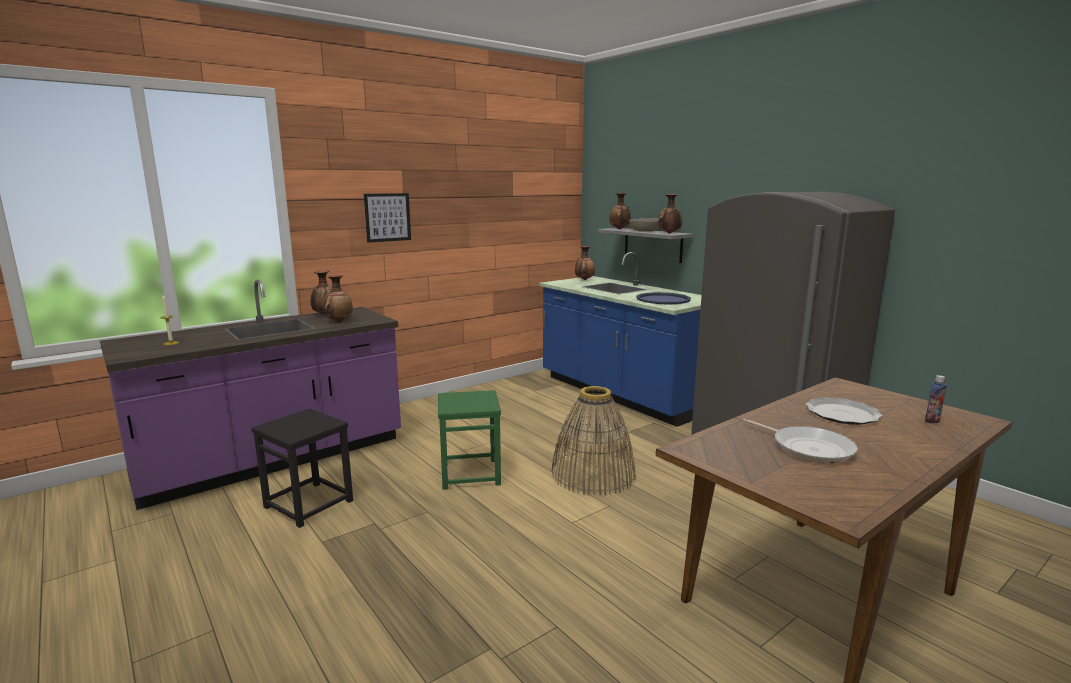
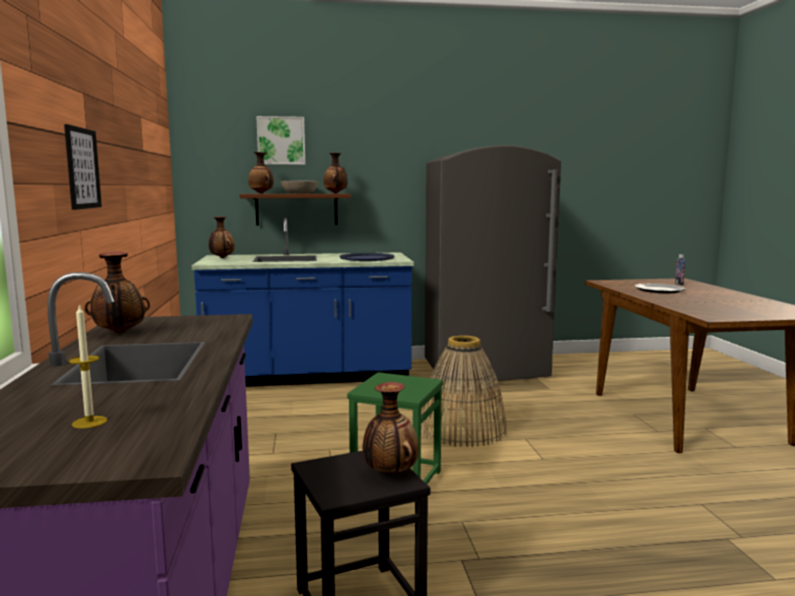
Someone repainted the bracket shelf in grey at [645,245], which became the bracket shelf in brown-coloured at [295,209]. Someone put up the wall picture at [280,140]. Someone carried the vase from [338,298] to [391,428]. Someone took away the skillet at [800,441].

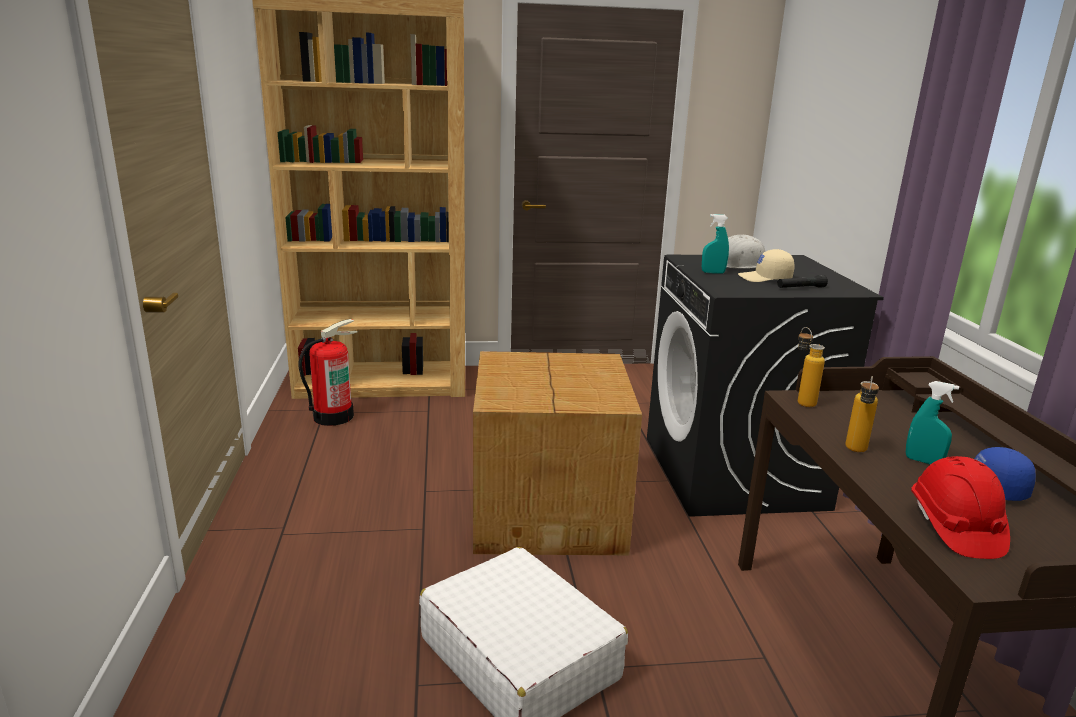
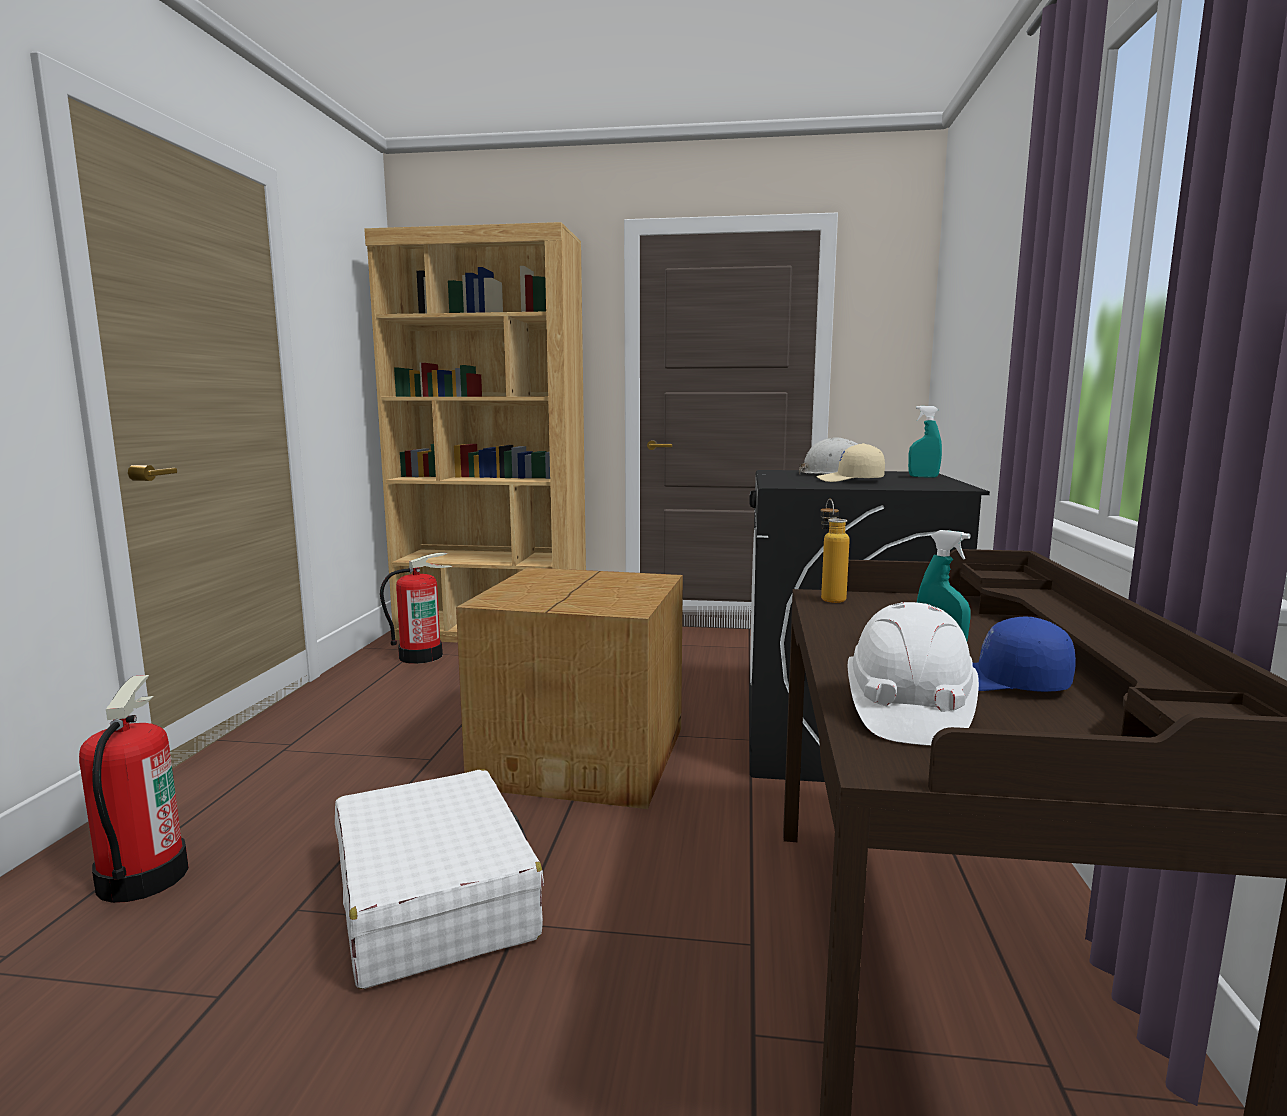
Someone put down the fire-fighting cylinder at [134,789]. Someone repainted the hard hat in red at [960,507], which became the hard hat in white at [913,674]. Someone carried the sprayer in turquoise from [715,244] to [925,442]. Someone took away the flashlight in blackish at [802,281]. Someone took away the bottle at [862,414].

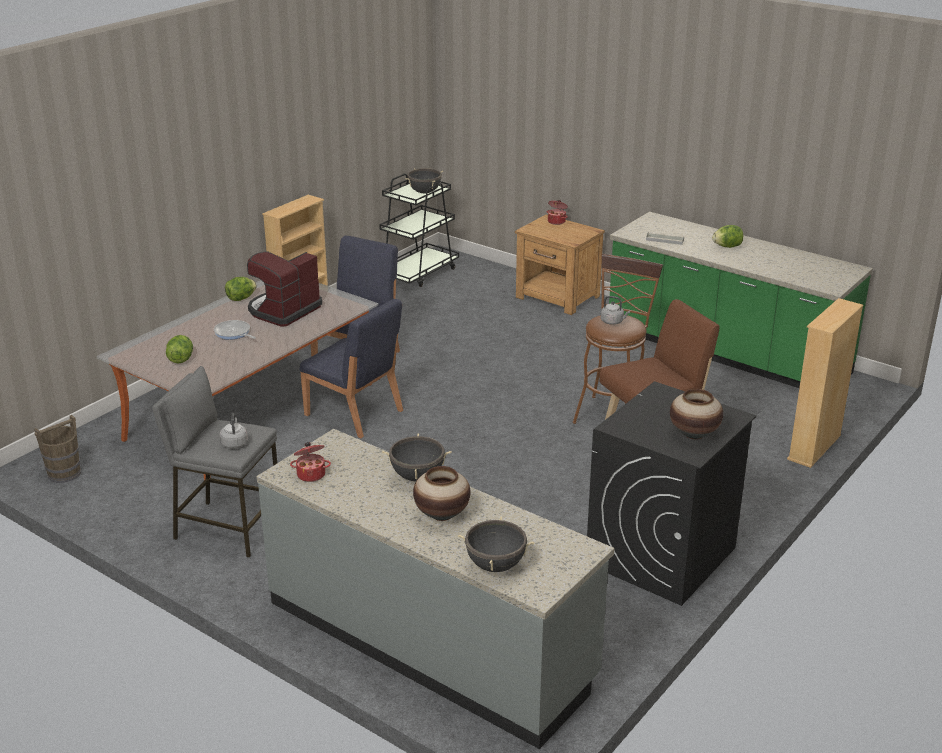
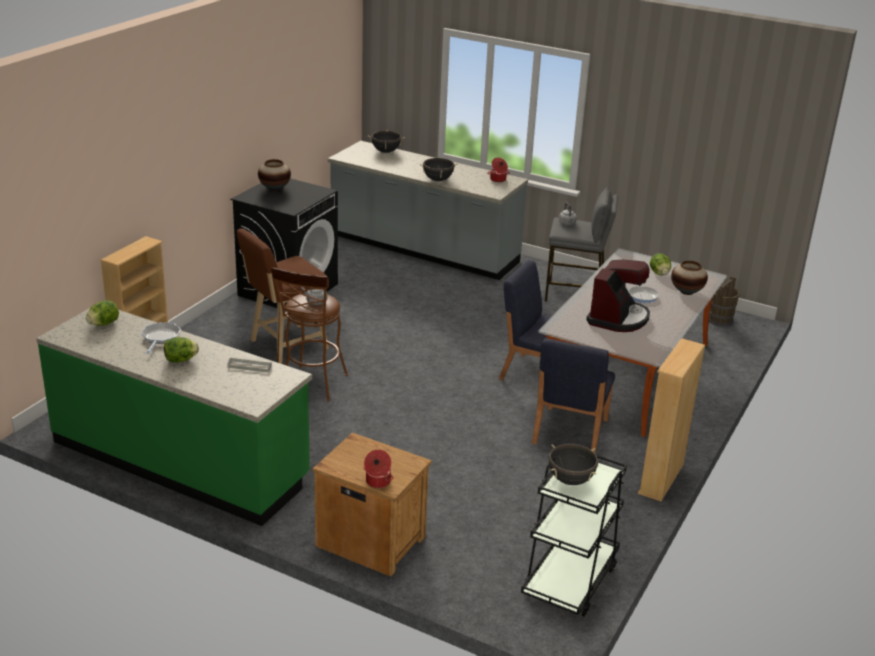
Someone carried the lettuce head from [241,289] to [102,313]. Someone put down the skillet at [161,338]. Someone carried the vase from [442,493] to [689,278].

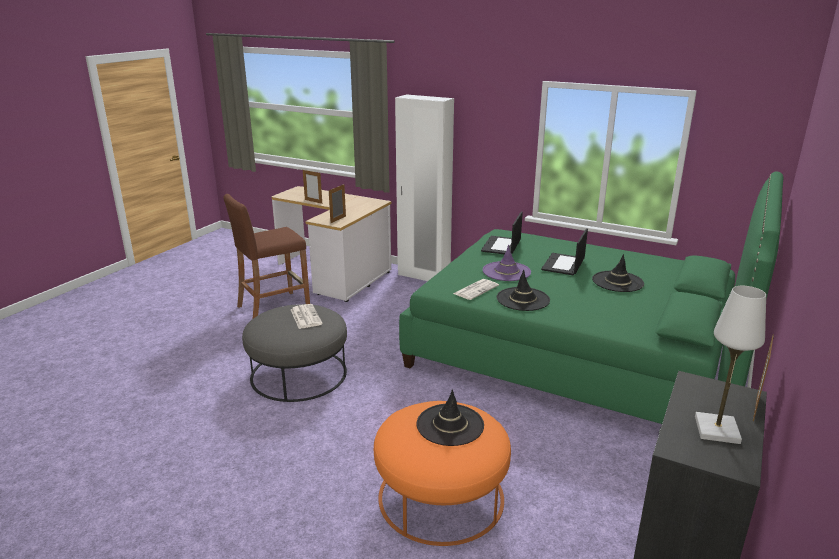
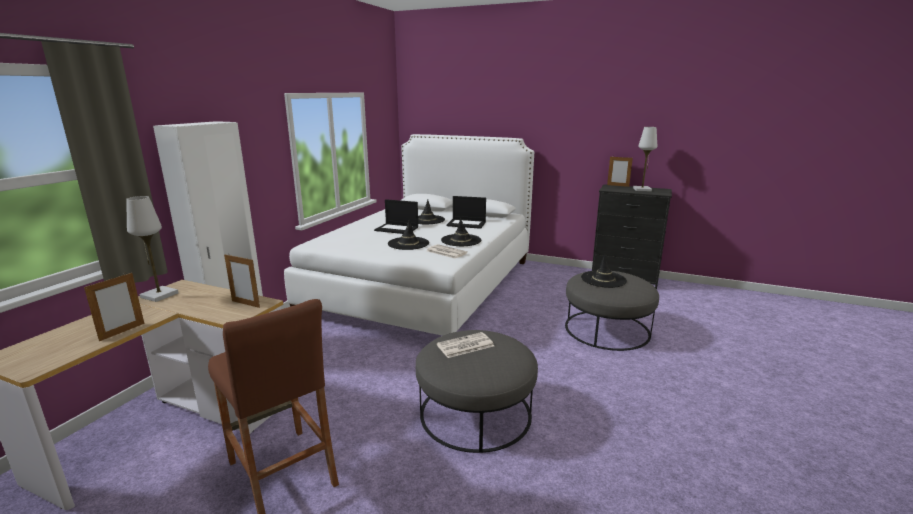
Someone put down the lamp for a table in white at [152,249]. Someone repainted the bedroom bed in green-coloured at [591,298], which became the bedroom bed in white at [409,235]. Someone repainted the clothing hat in purplish at [507,263], which became the clothing hat in blackish at [408,235]. Someone carried the portable computer from [502,233] to [466,212]. Someone repainted the ottoman in orange at [442,473], which became the ottoman in grey at [612,311].

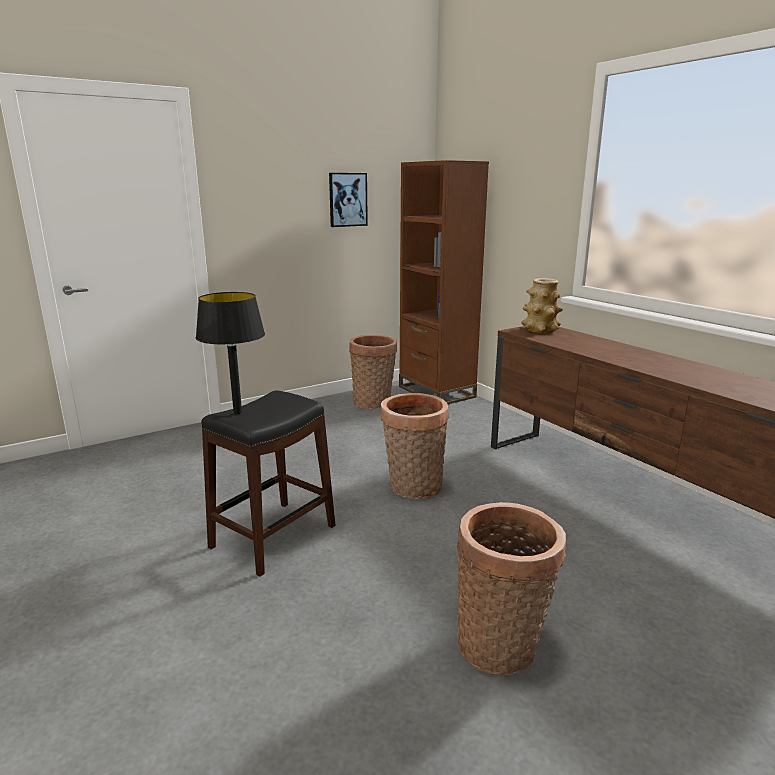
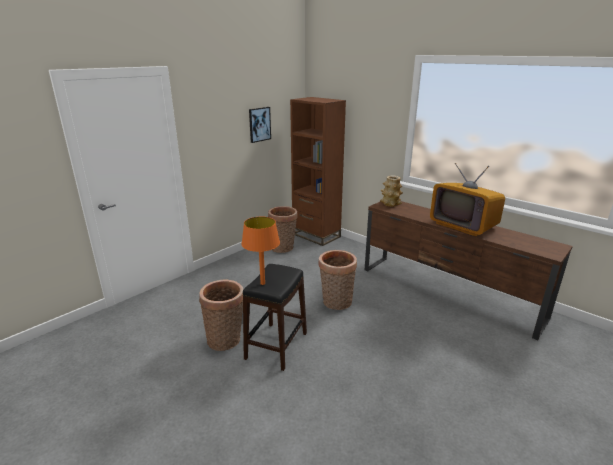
Someone carried the basket from [511,589] to [221,315]. Someone repainted the lamp for a table in blackish at [230,353], which became the lamp for a table in orange at [260,251]. Someone put down the television at [467,199].

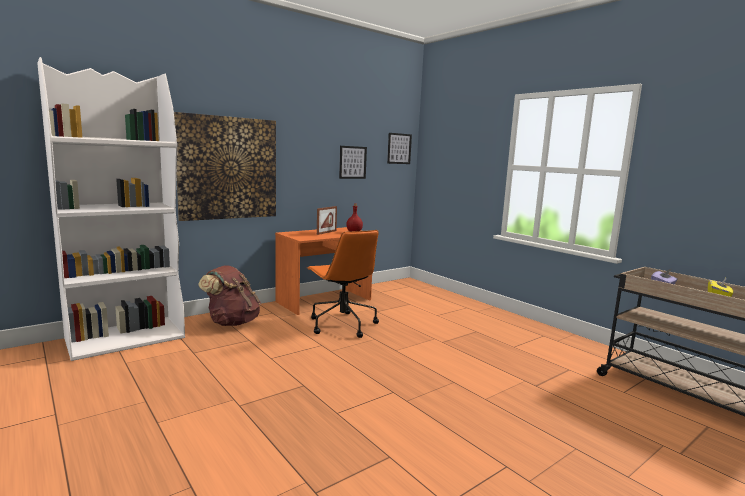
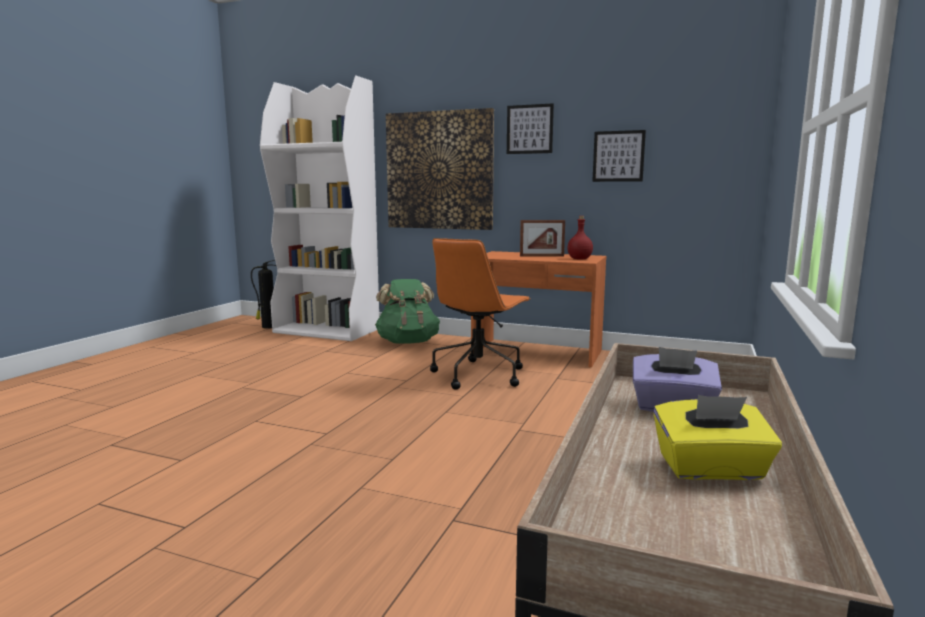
Someone put down the fire-fighting cylinder at [264,294]. Someone repainted the knapsack in brown-coloured at [229,295], which became the knapsack in green-coloured at [407,311]. Someone carried the wall picture from [399,148] to [530,128].

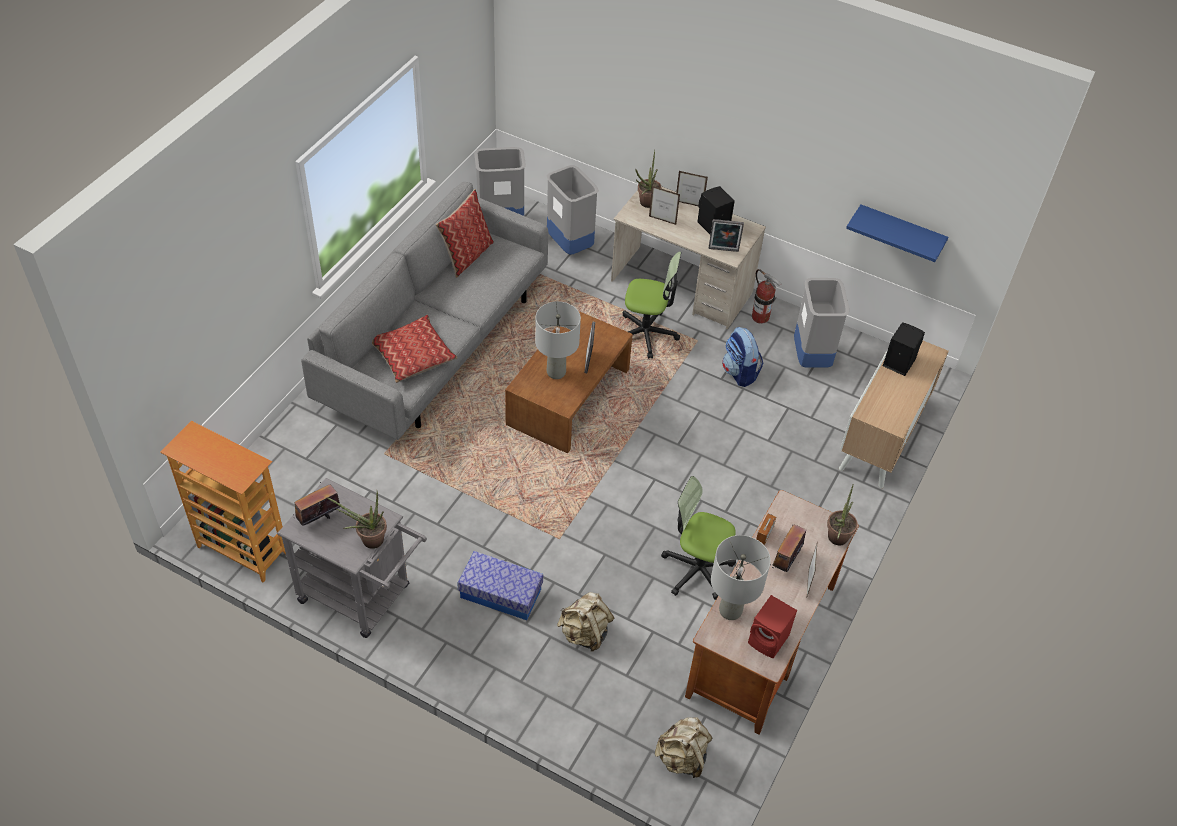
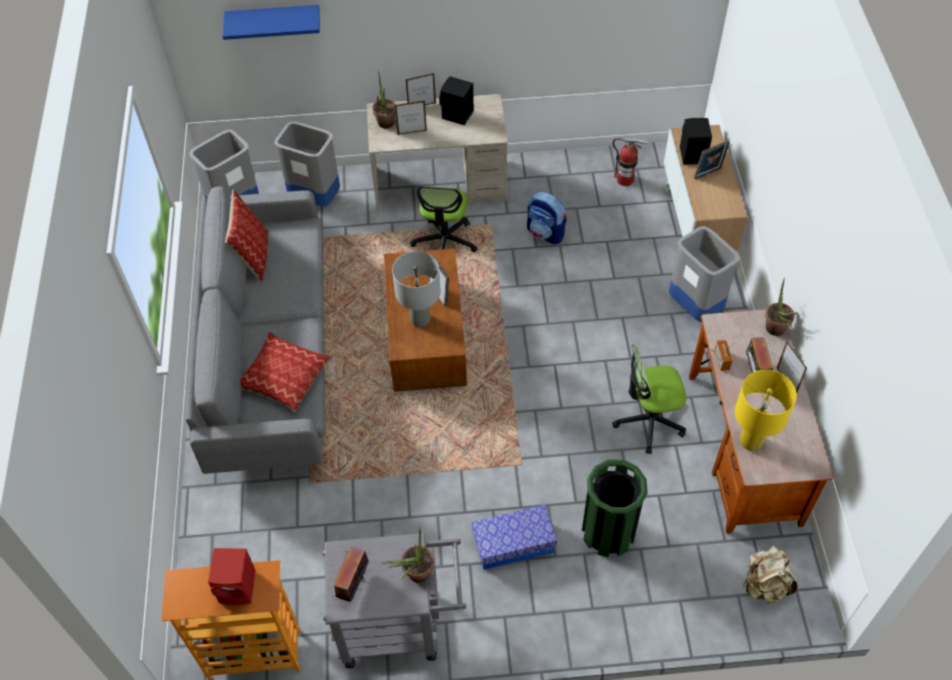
Someone carried the audio speaker in red from [772,627] to [232,576]. Someone carried the bracket shelf in blue-coloured from [897,233] to [271,22]. Someone rotated the computer chair at [652,305] by 120 degrees clockwise. Someone swapped the knapsack in beige-coloured at [585,622] for the waste bin in green-coloured at [615,508]. Someone carried the fire-fighting cylinder from [767,296] to [630,162]. Someone carried the waste bin in grey from [821,322] to [704,274]. Someone carried the picture frame from [726,235] to [712,160]. Someone repainted the lamp for a table in grey at [741,577], which became the lamp for a table in yellow at [766,410].

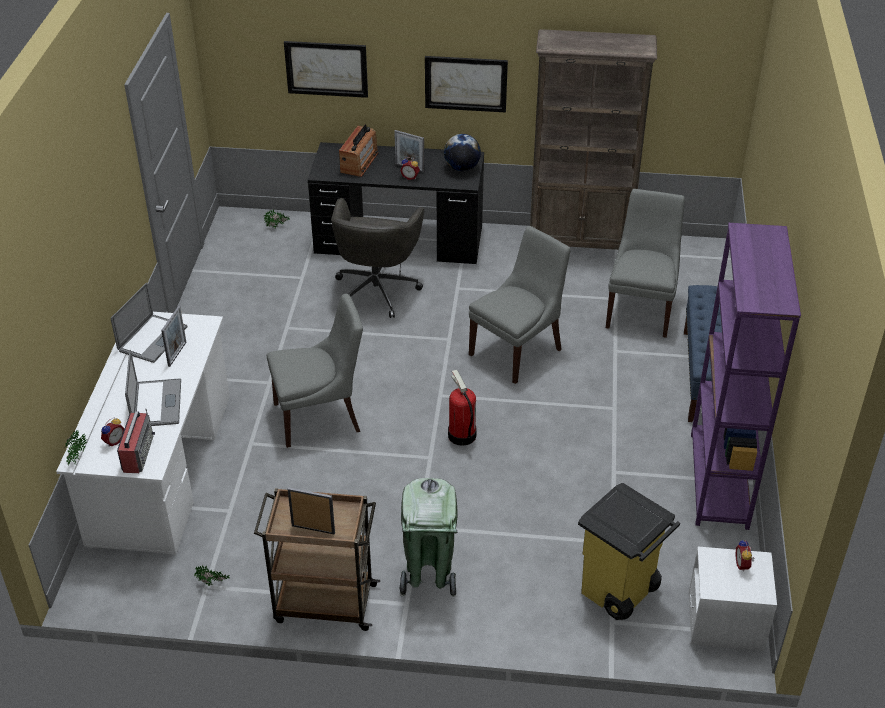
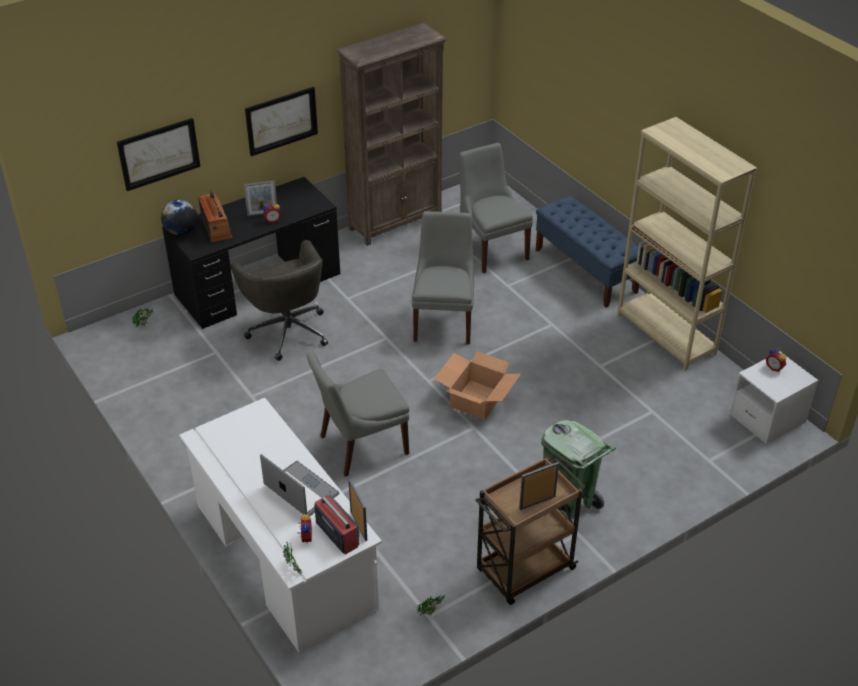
Someone carried the globe from [462,152] to [179,218]. Someone rotated the upright chair in grey at [315,371] by 150 degrees counterclockwise. Someone carried the picture frame from [173,336] to [357,509]. Someone swapped the fire-fighting cylinder at [462,408] for the cardboard box at [477,385]. Someone repainted the bookcase in purplish at [746,376], which became the bookcase in beige-coloured at [687,244]. Someone took away the portable computer at [149,323]. Someone took away the waste bin in yellow at [629,551].

